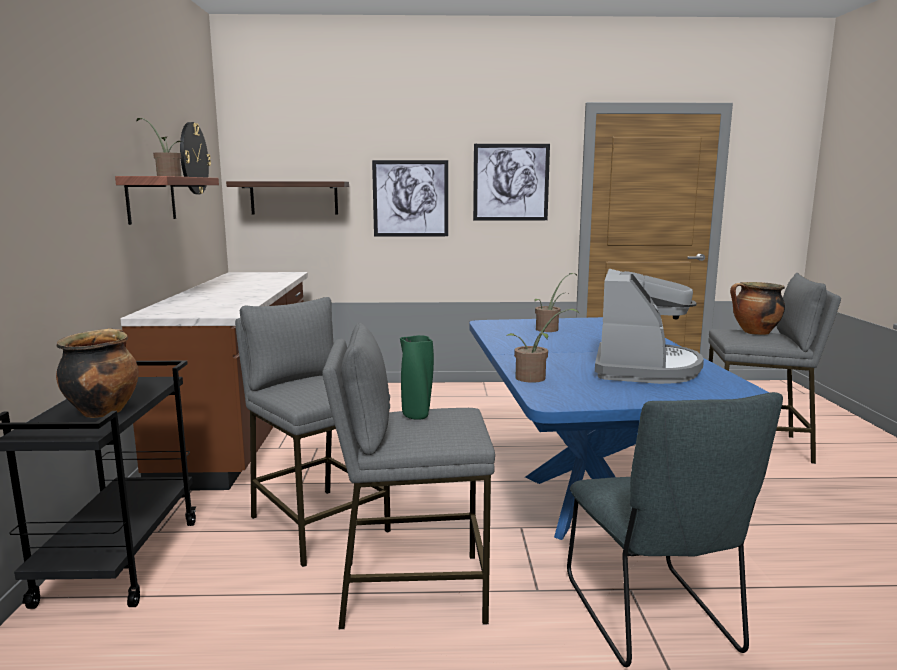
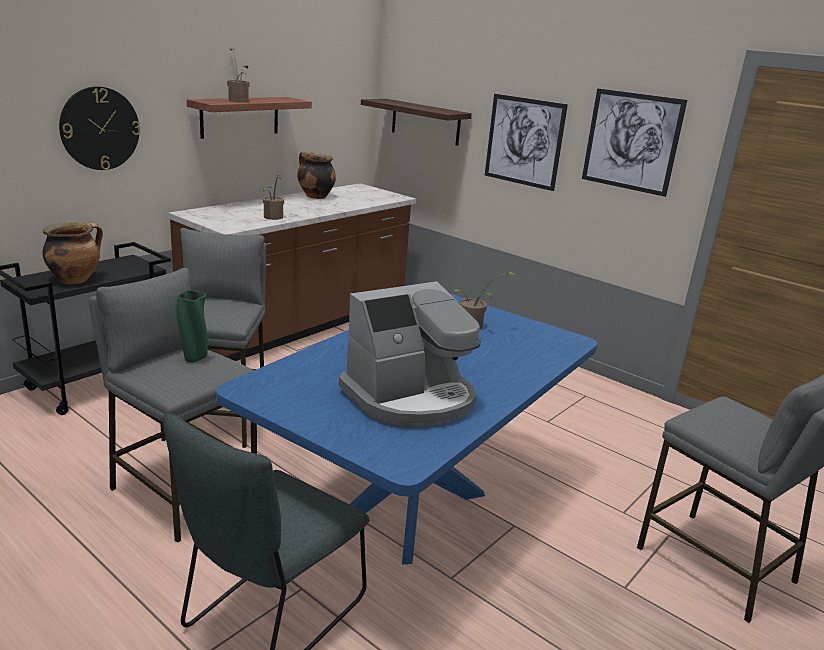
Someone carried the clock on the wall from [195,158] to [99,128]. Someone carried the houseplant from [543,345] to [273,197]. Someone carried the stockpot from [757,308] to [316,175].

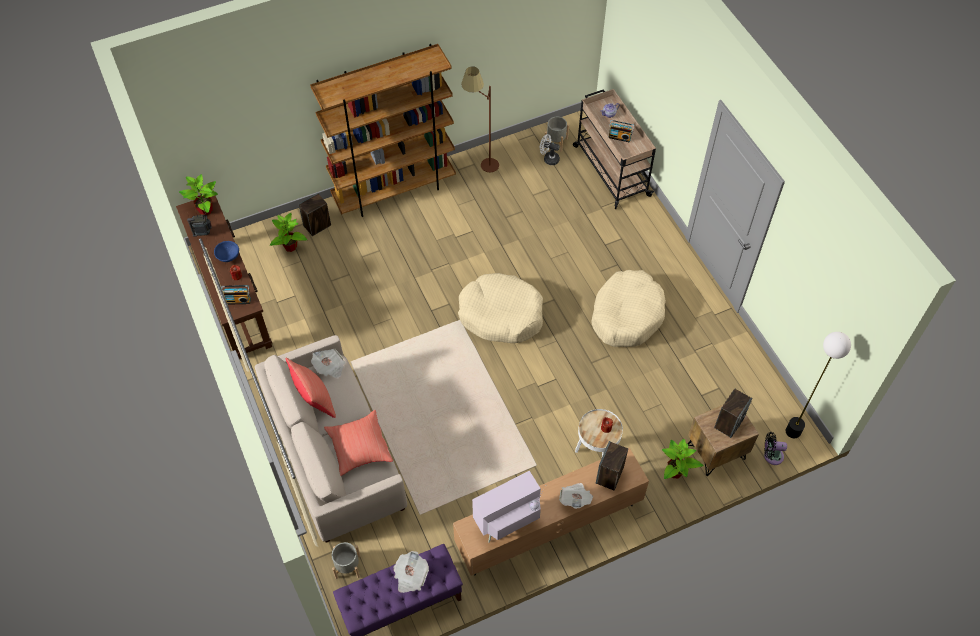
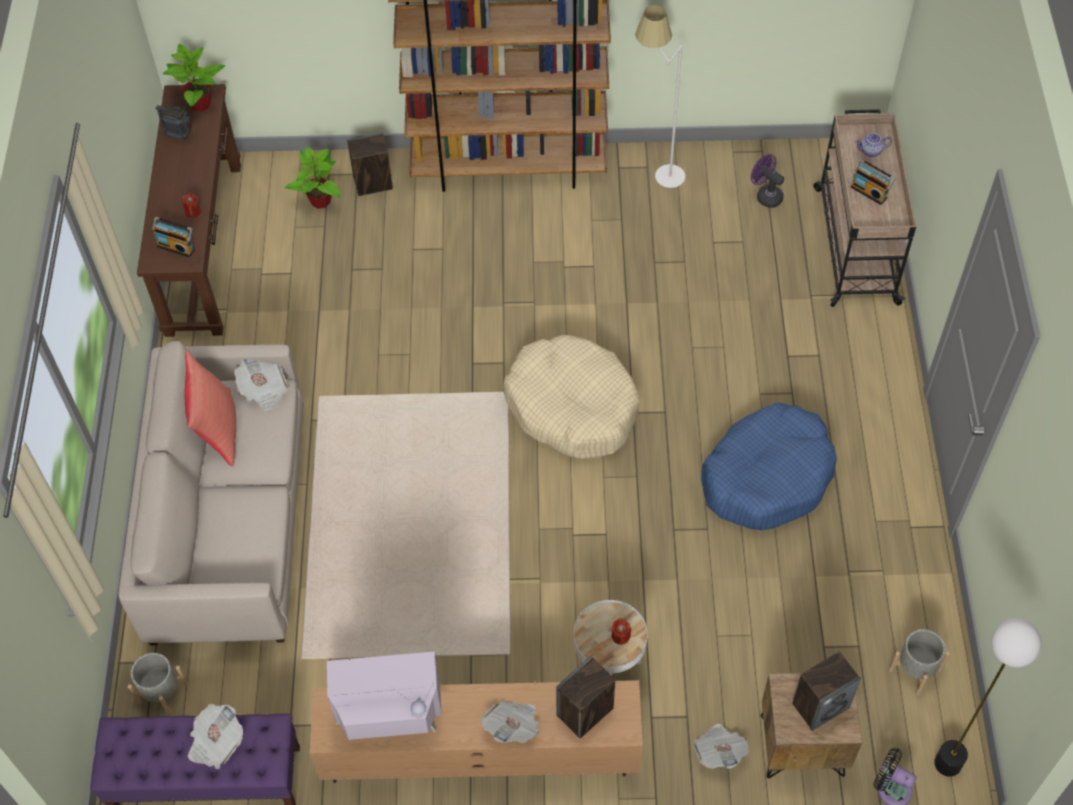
Someone repainted the standard lamp in brown-coloured at [480,119], which became the standard lamp in white at [660,96]. Someone swapped the houseplant at [683,459] for the printed paper at [721,746]. Someone repainted the dog cushion in beige-coloured at [629,308], which became the dog cushion in blue-coloured at [769,466]. Someone repainted the cooling fan in white at [550,149], which became the cooling fan in purplish at [767,181]. Someone carried the planter in grey from [557,134] to [919,662]. Someone took away the deep dish in blue-coloured at [226,251]. Someone took away the pillow in red at [358,443].

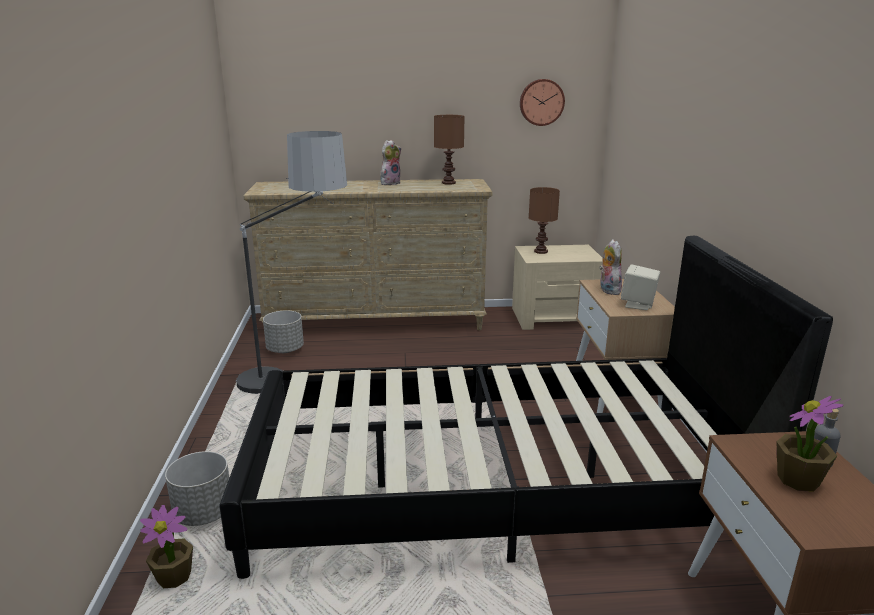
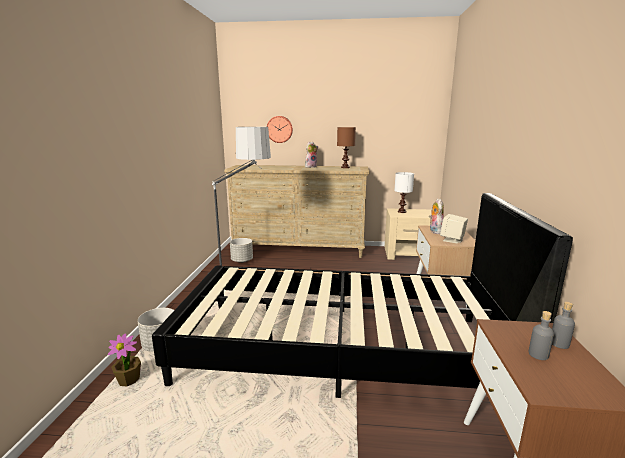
Someone carried the clock on the wall from [542,102] to [280,129]. Someone repainted the lamp for a table in brown-coloured at [544,220], which became the lamp for a table in white at [404,192]. Someone swapped the houseplant at [809,444] for the bottle in grey at [541,335].

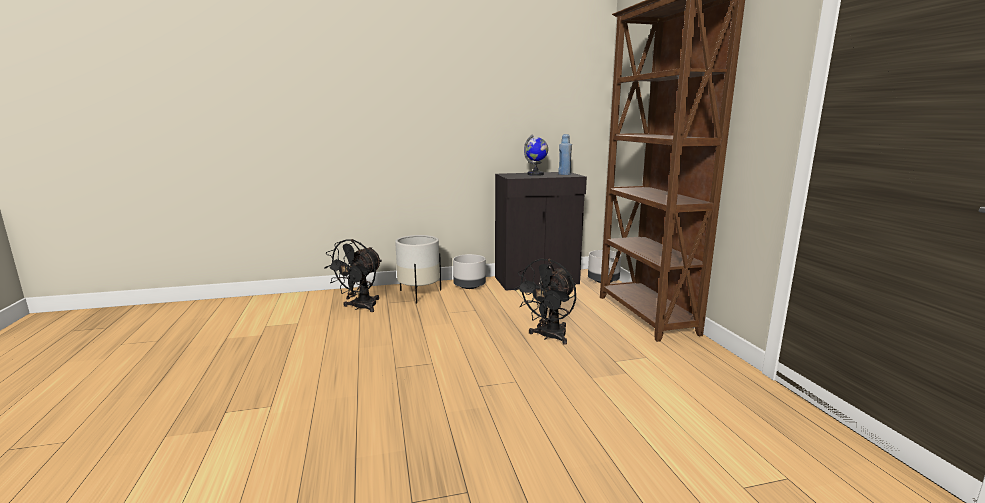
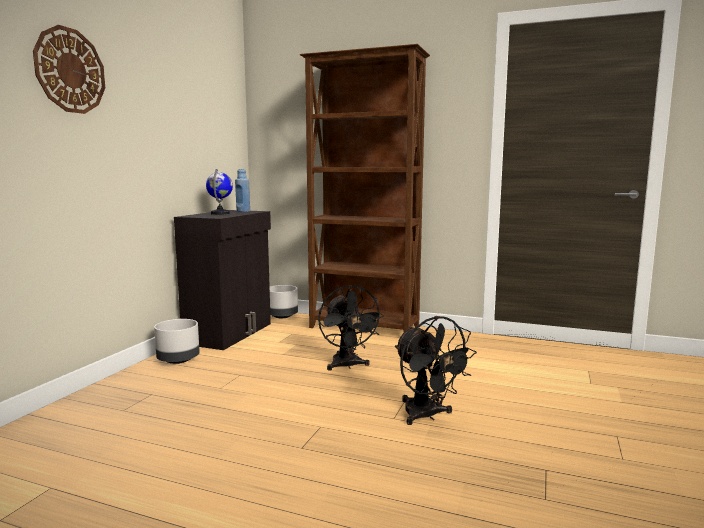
Someone put up the clock on the wall at [69,69]. Someone carried the cooling fan in blackish from [353,275] to [436,370]. Someone took away the planter in white at [418,269].

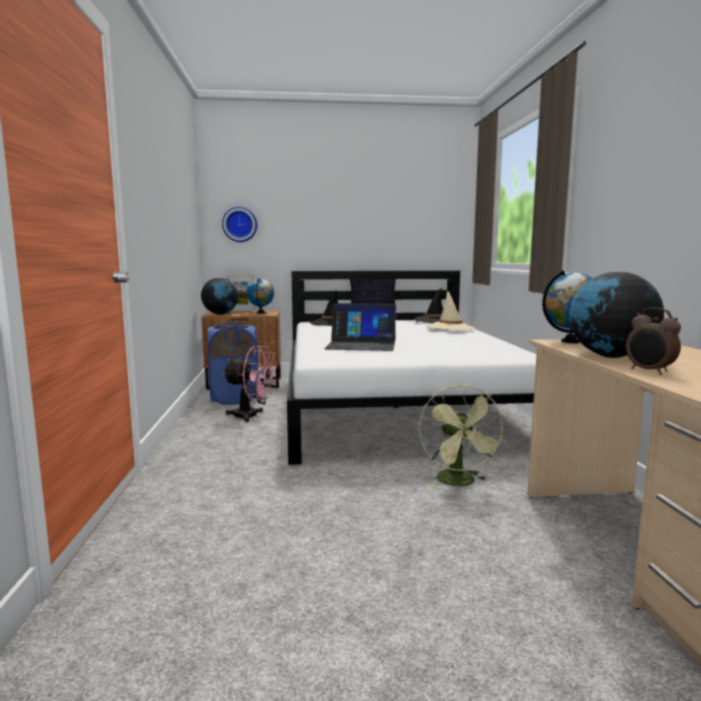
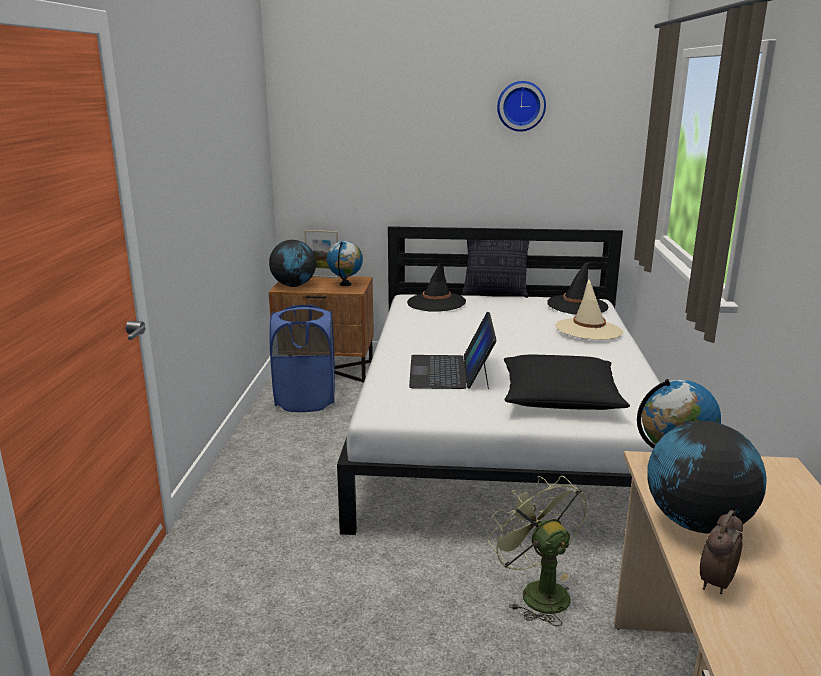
Someone rotated the portable computer at [360,327] by 75 degrees clockwise. Someone rotated the cooling fan in green-coloured at [462,435] by 150 degrees clockwise. Someone carried the clock on the wall from [239,224] to [521,106]. Someone put down the pillow in blackish at [567,382]. Someone rotated the table clock at [653,341] by 60 degrees clockwise. Someone took away the cooling fan in pinkish at [250,383].

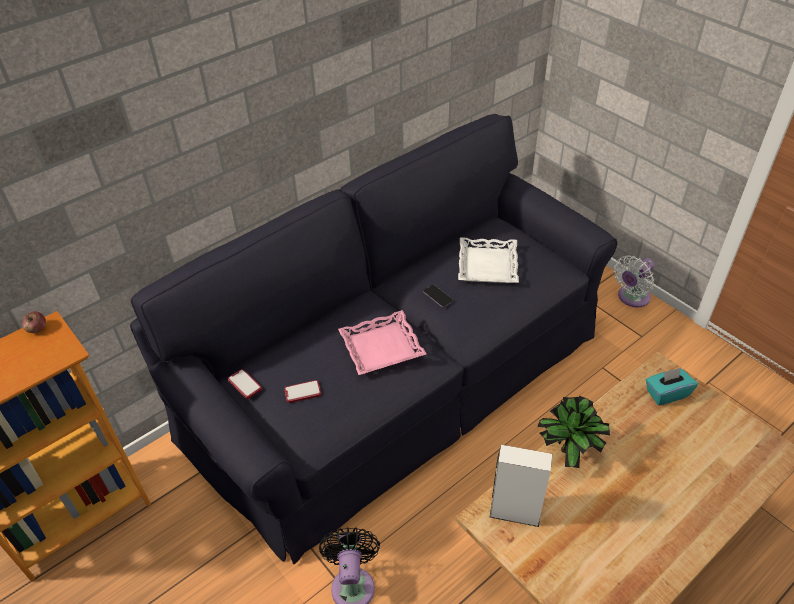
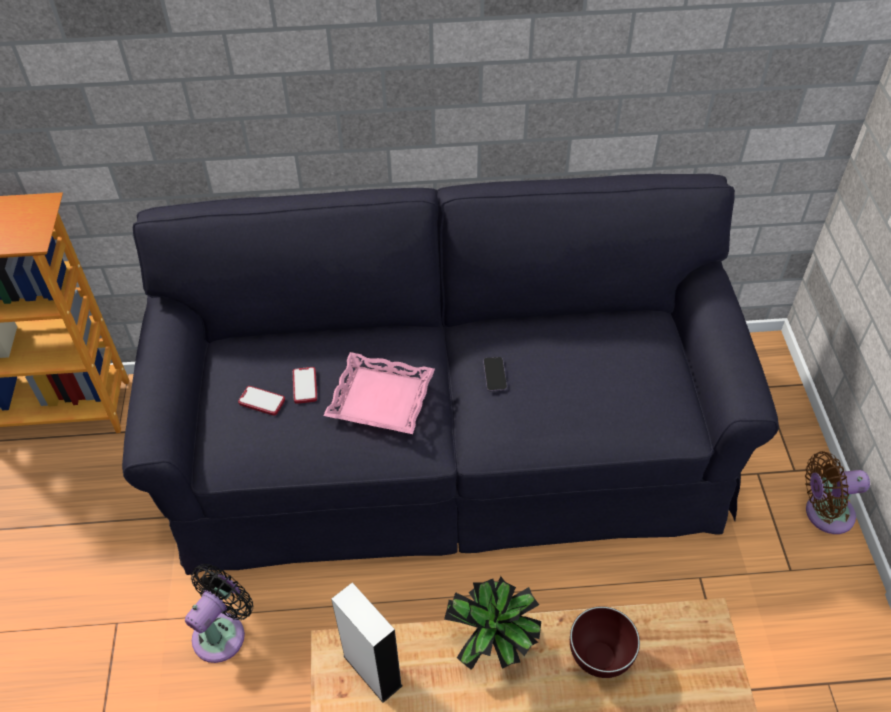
Someone carried the handset from [245,384] to [305,385]. Someone put down the deep dish in brown-coloured at [605,642]. Someone repainted the cooling fan in white at [634,281], which became the cooling fan in brown-coloured at [837,492]. Someone took away the apple at [34,322]. Someone took away the tray in white at [488,260]. Someone took away the tissue holder in turquoise at [672,386].

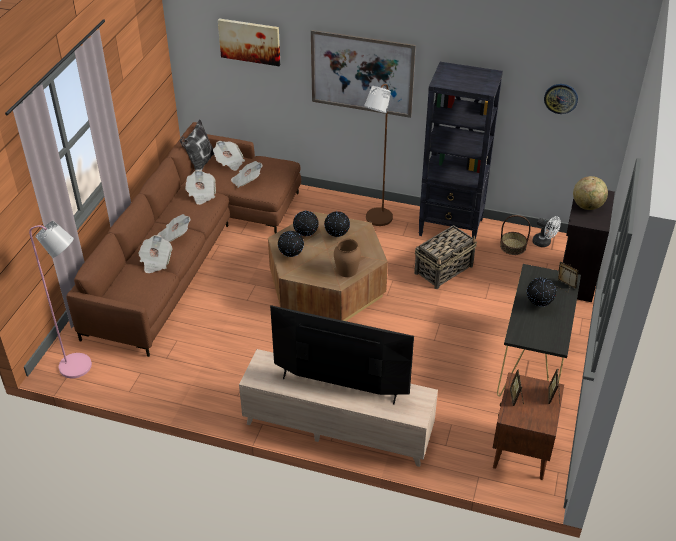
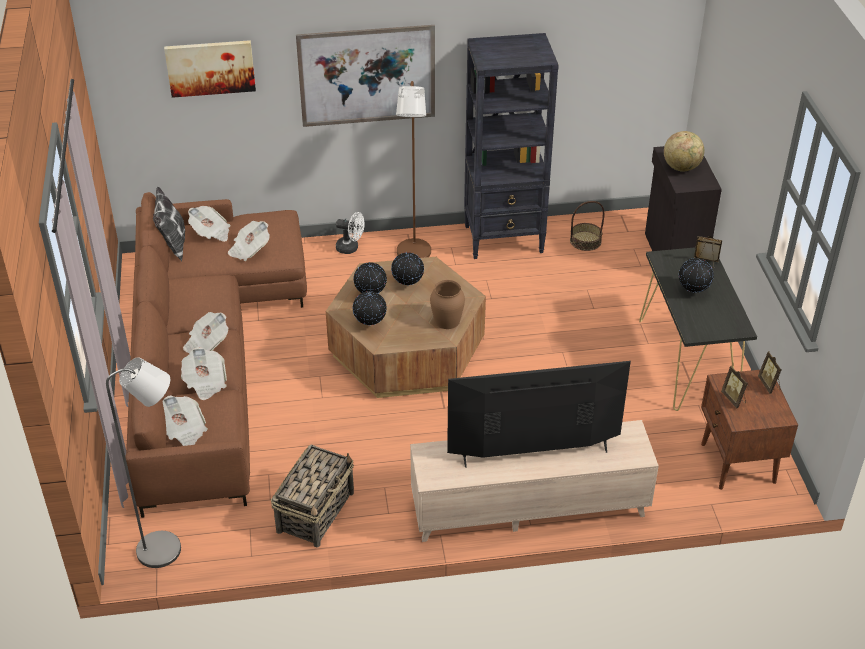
Someone repainted the standard lamp in pinkish at [60,299], which became the standard lamp in grey at [143,462]. Someone carried the printed paper from [200,187] to [185,420]. Someone carried the basket from [445,257] to [312,496]. Someone carried the cooling fan in white from [546,231] to [350,233]. Someone took away the clock on the wall at [561,99].

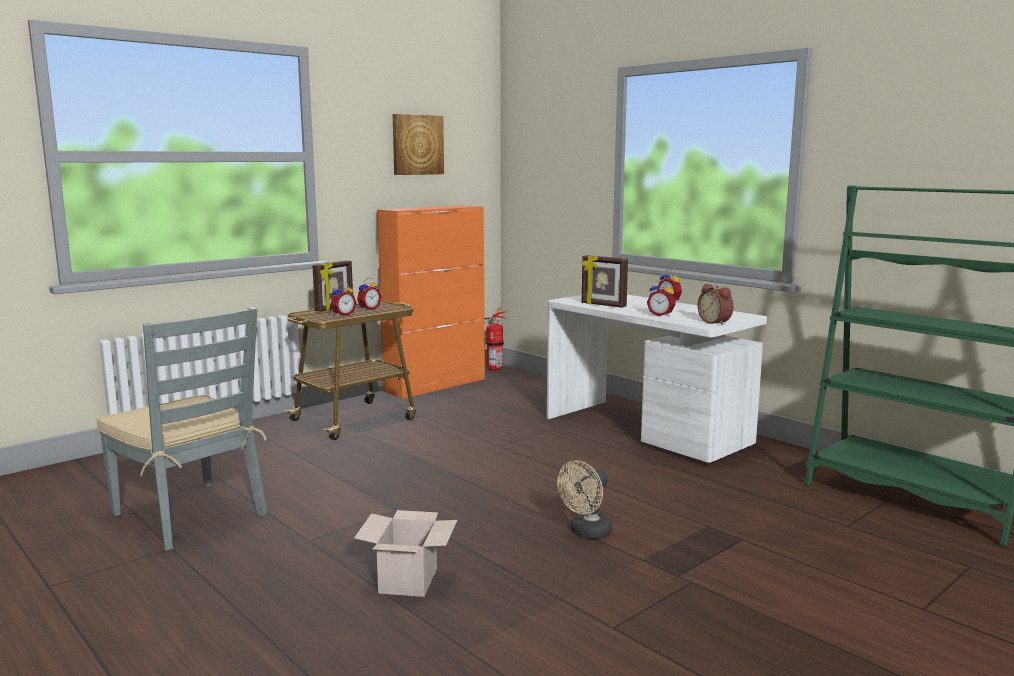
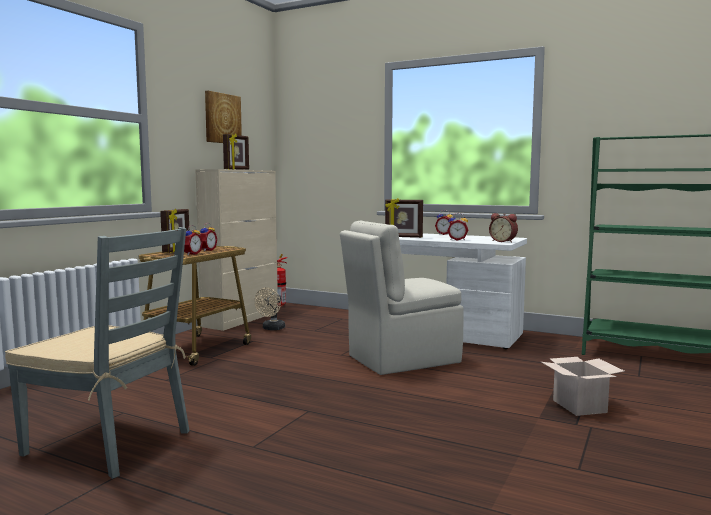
Someone repainted the storage cabinet in orange at [431,302], which became the storage cabinet in beige-coloured at [236,250]. Someone put down the picture frame at [236,151]. Someone carried the cooling fan in beige-coloured from [584,499] to [269,309]. Someone put down the upright chair in beige-coloured at [401,298]. Someone carried the cardboard box from [405,553] to [583,386].

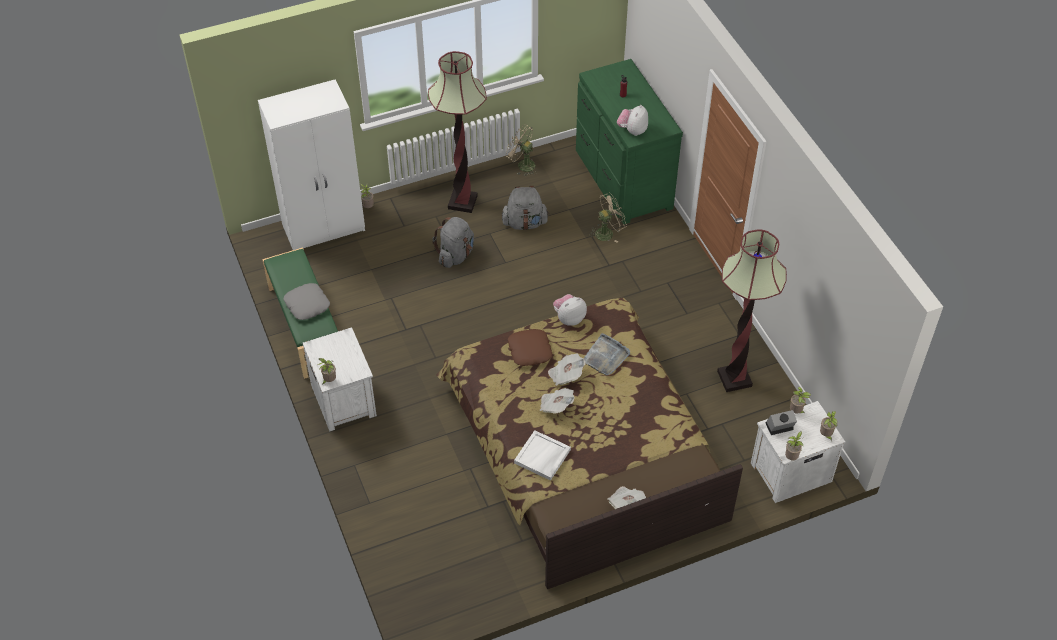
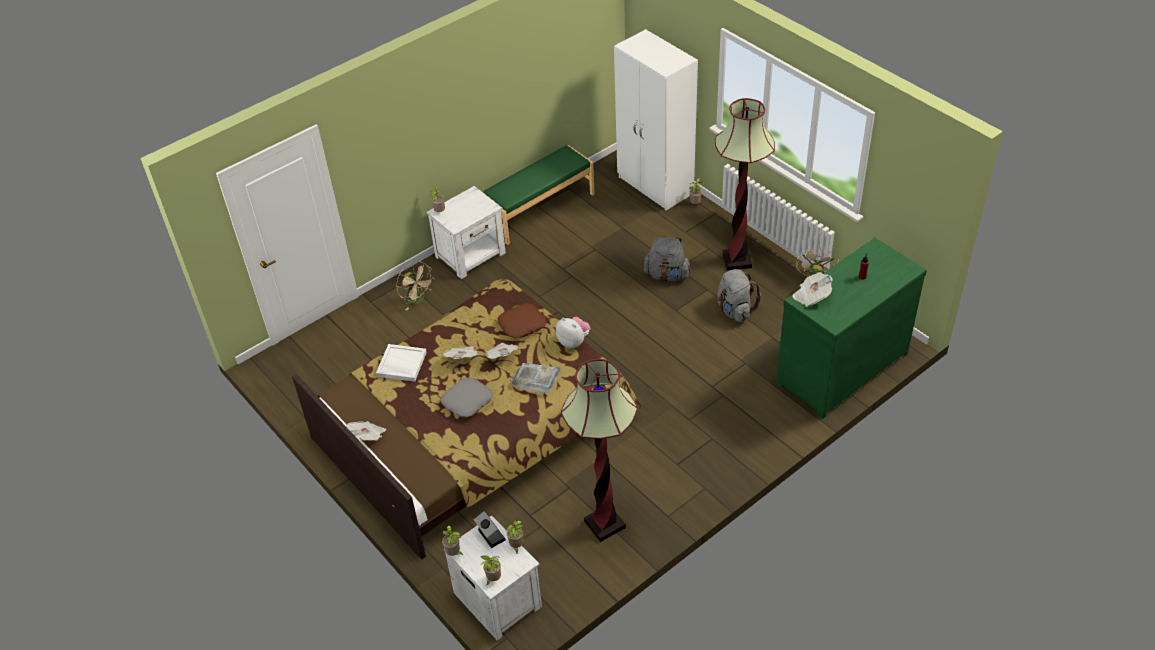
Someone carried the cooling fan in beige-coloured from [608,218] to [415,285]. Someone carried the pillow in grey from [306,301] to [467,397]. Someone swapped the plush toy at [632,120] for the printed paper at [813,289].

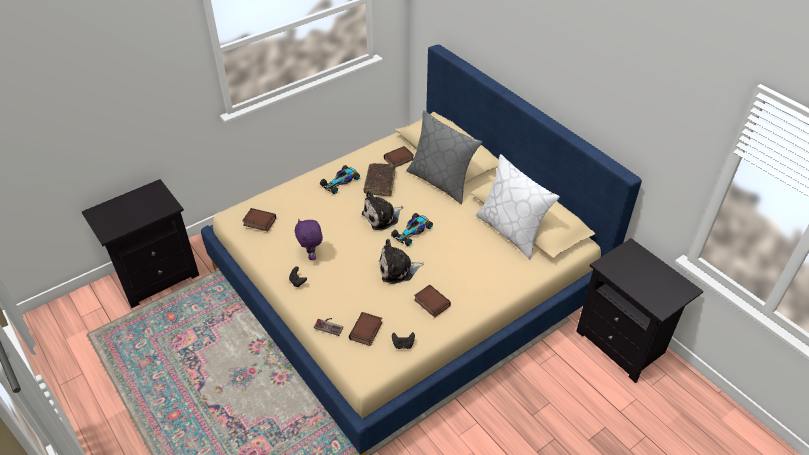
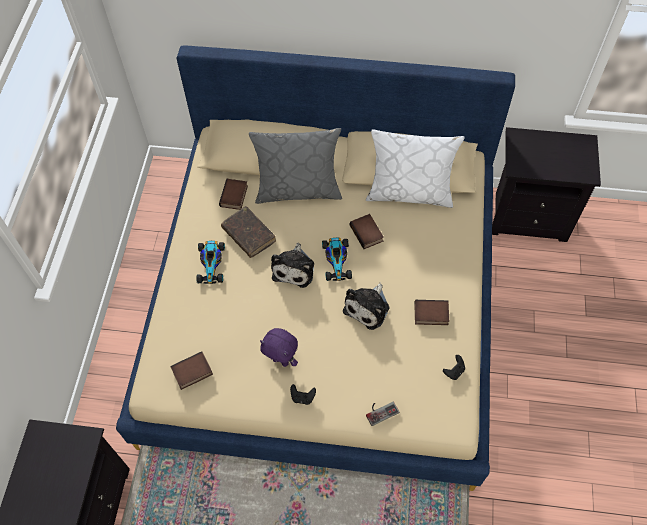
Someone carried the bound book from [365,329] to [366,231].

